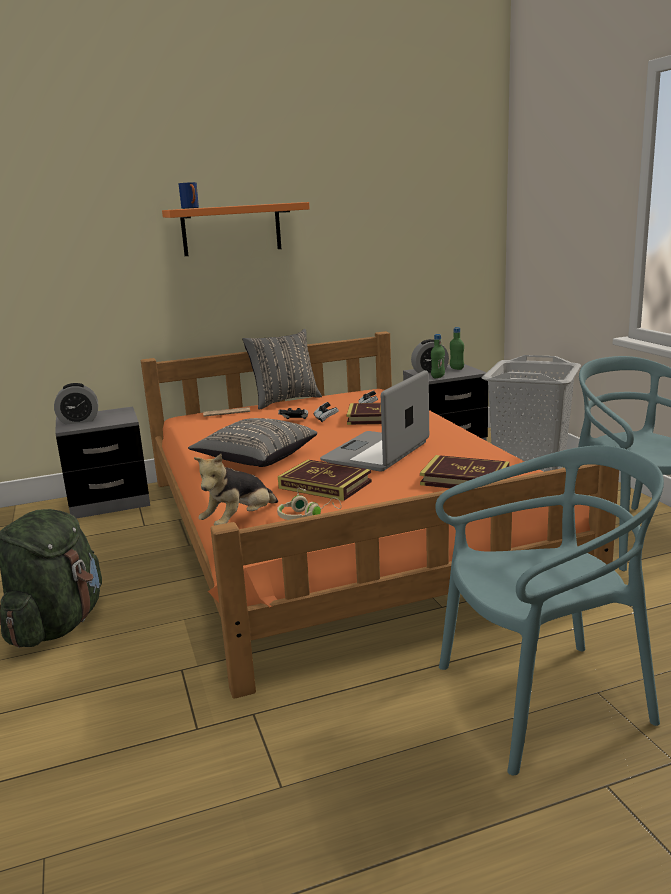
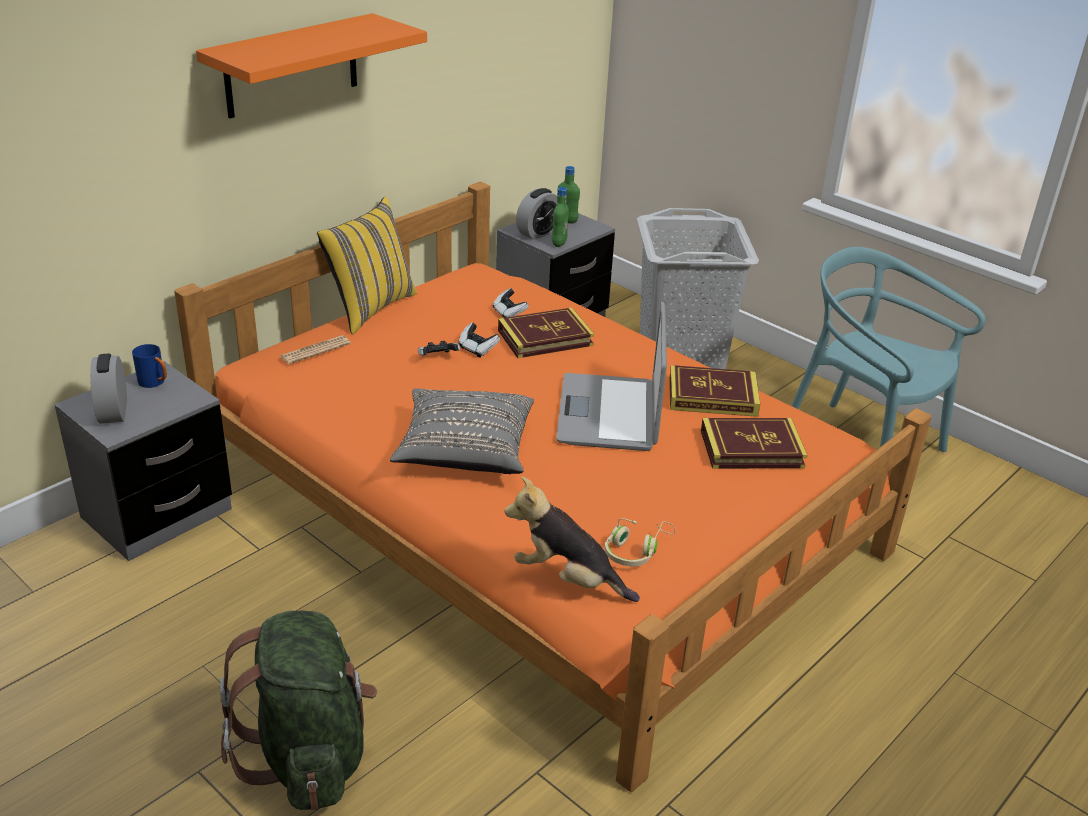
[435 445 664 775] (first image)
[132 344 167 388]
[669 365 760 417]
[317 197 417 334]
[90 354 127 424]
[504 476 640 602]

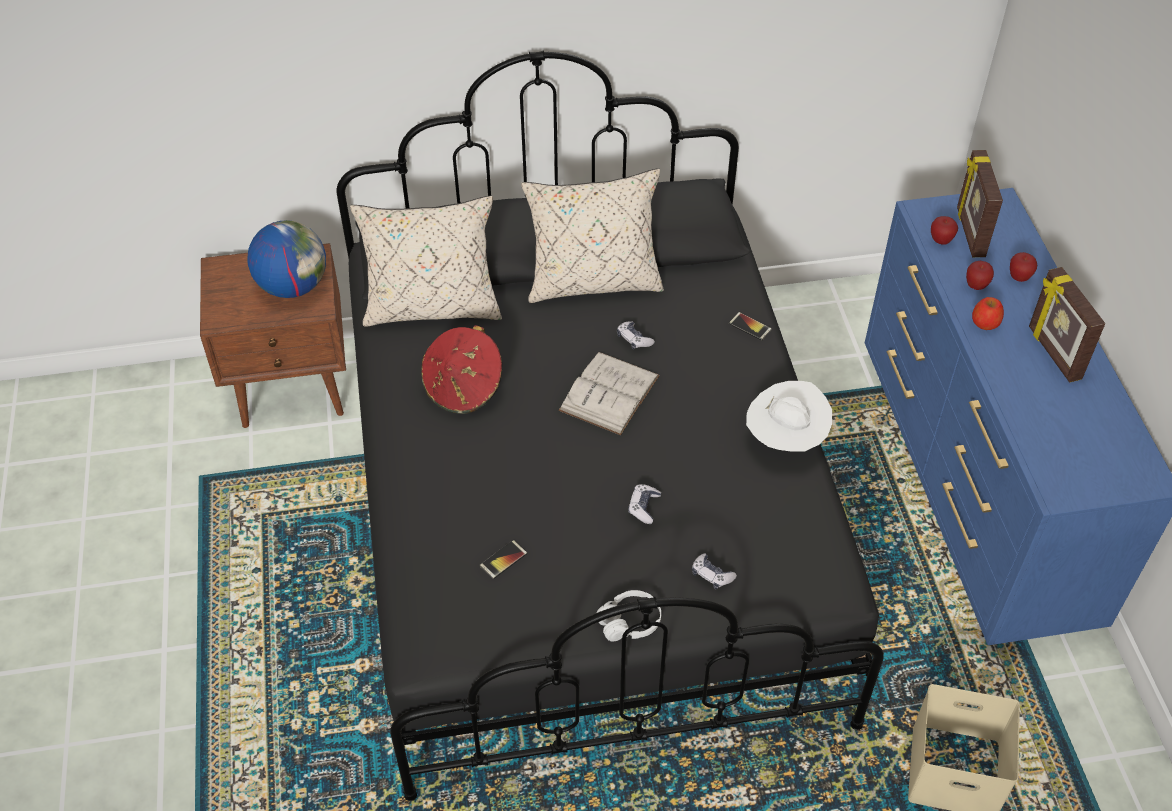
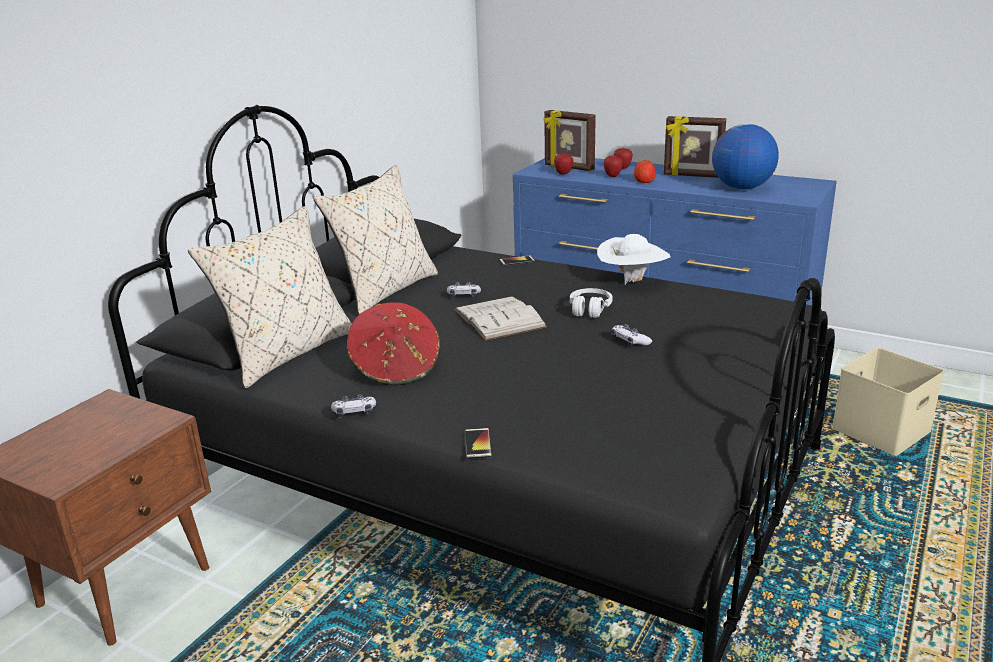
[712 124 779 189]
[465 428 492 459]
[570 288 612 318]
[331 394 376 418]

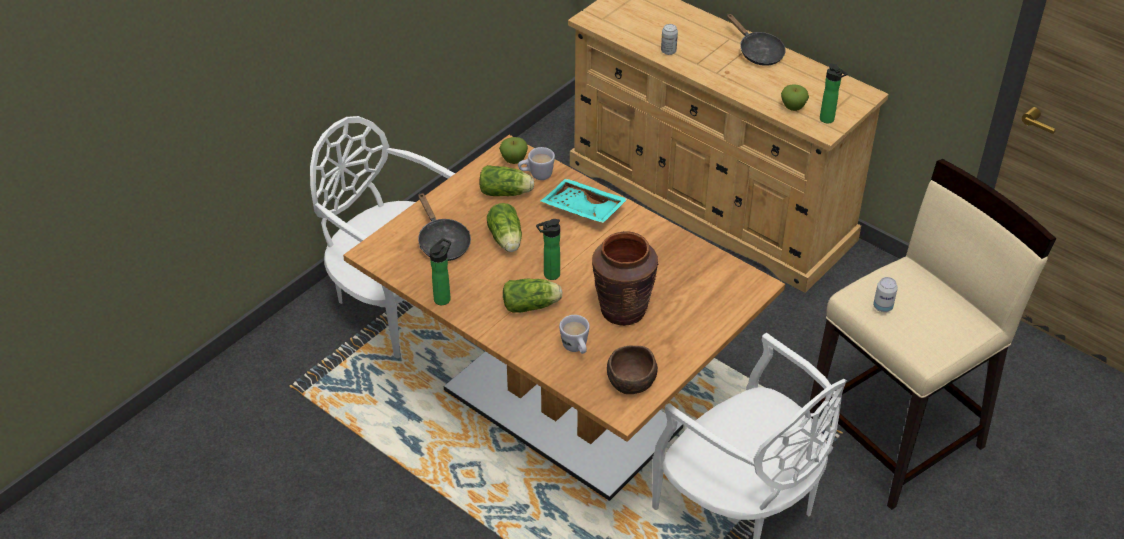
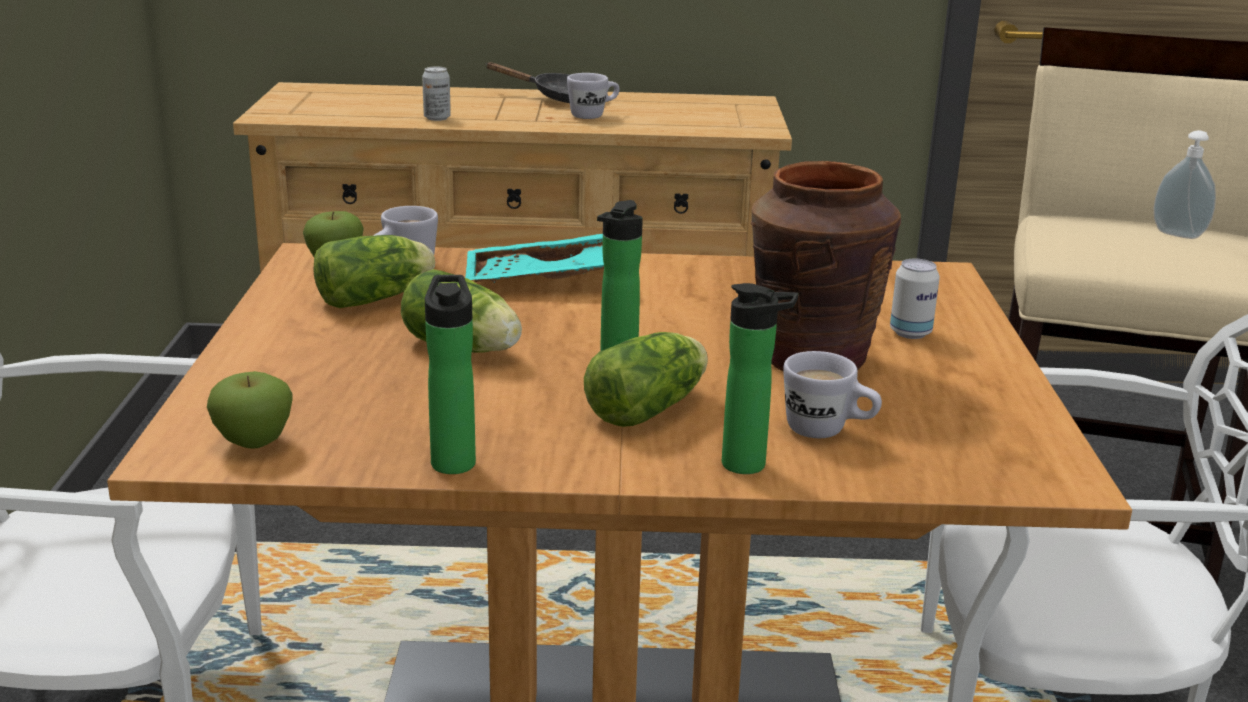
[418 193 471 261] (first image)
[607 346 658 394] (first image)
[567 73 619 119]
[1154 130 1216 239]
[207 371 292 449]
[722 283 798 474]
[890 259 940 339]

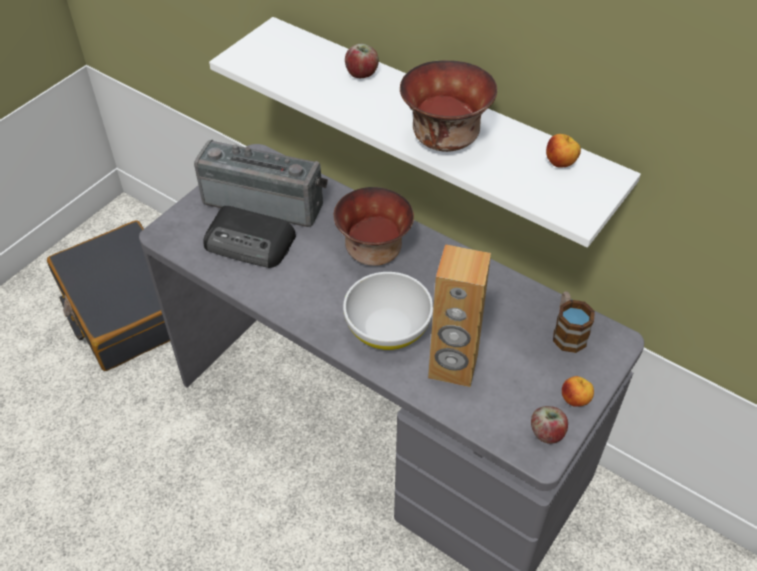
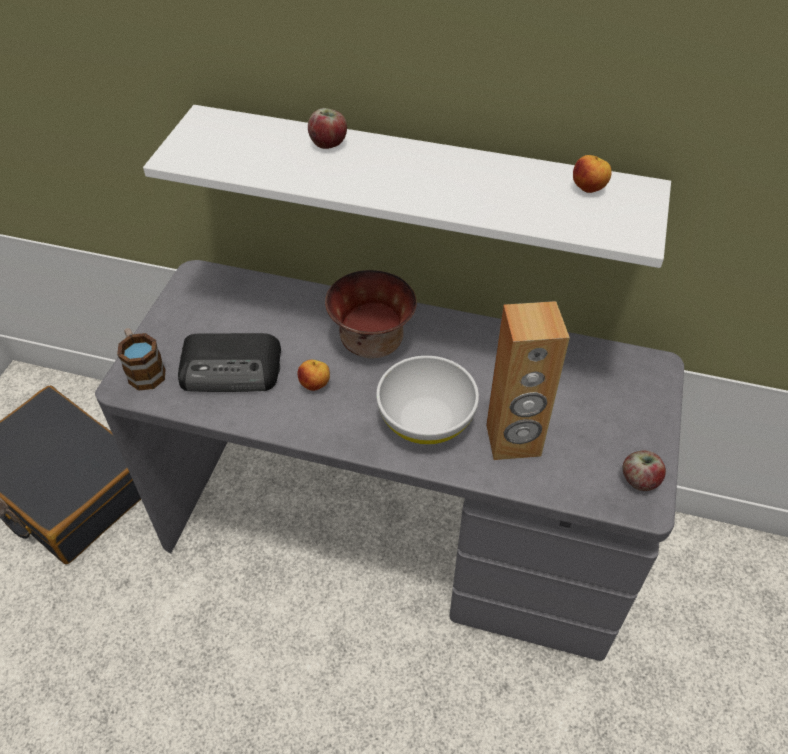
[194 140 328 227] (first image)
[400 60 497 152] (first image)
[117 328 165 391]
[297 360 330 391]

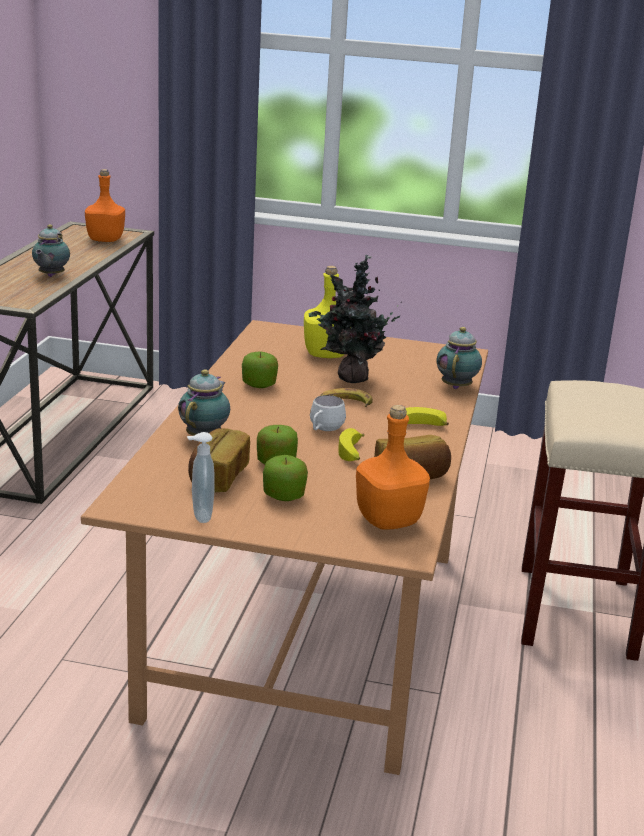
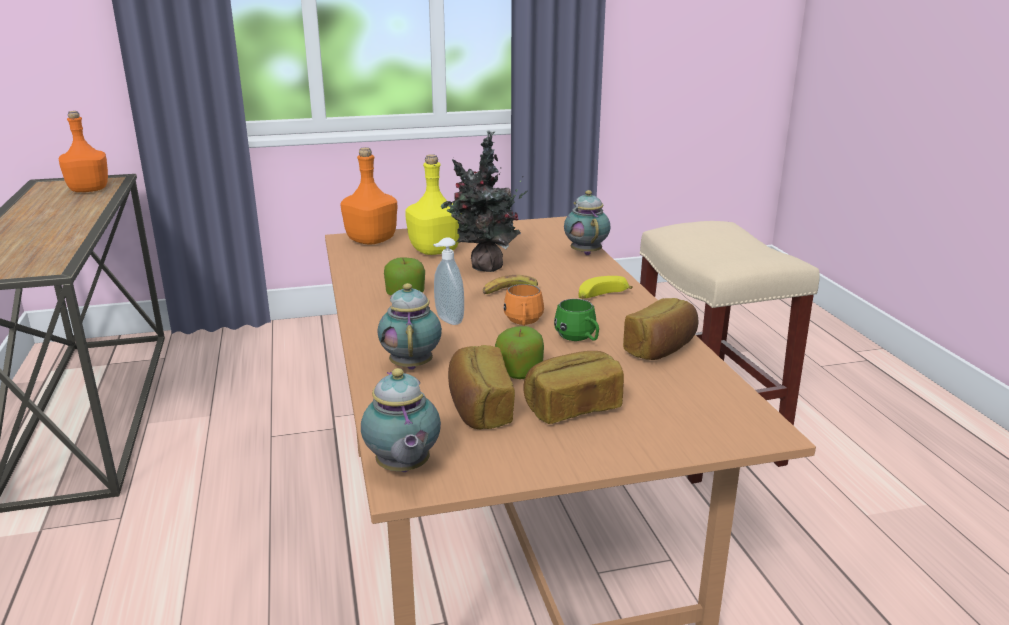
[361 368 441 472]
[433 237 464 325]
[340 147 397 245]
[523 351 624 424]
[554 299 599 341]
[503 284 544 326]

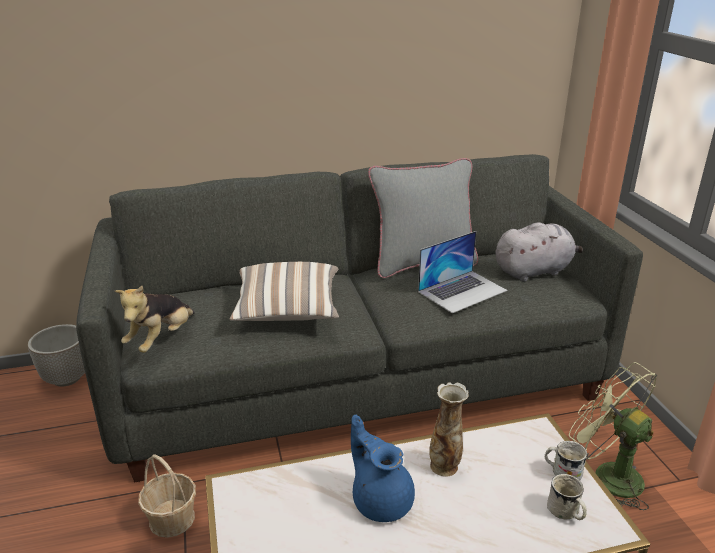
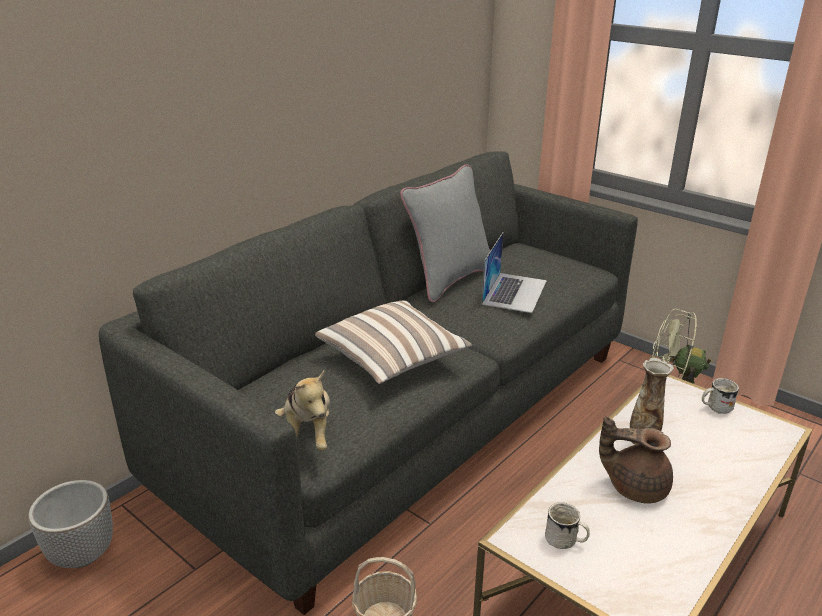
[495 222 583 282] (first image)
[545 502 590 549]
[599 416 673 504]

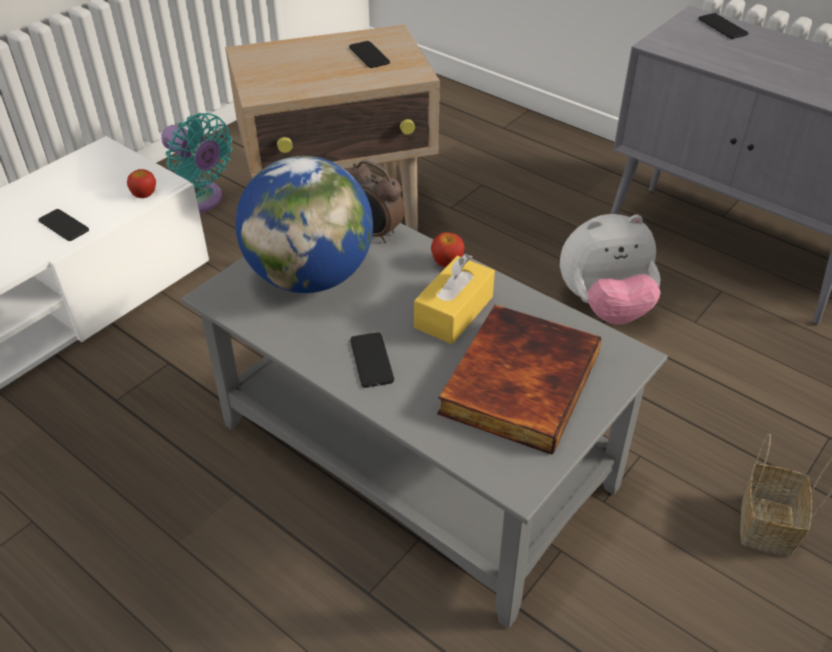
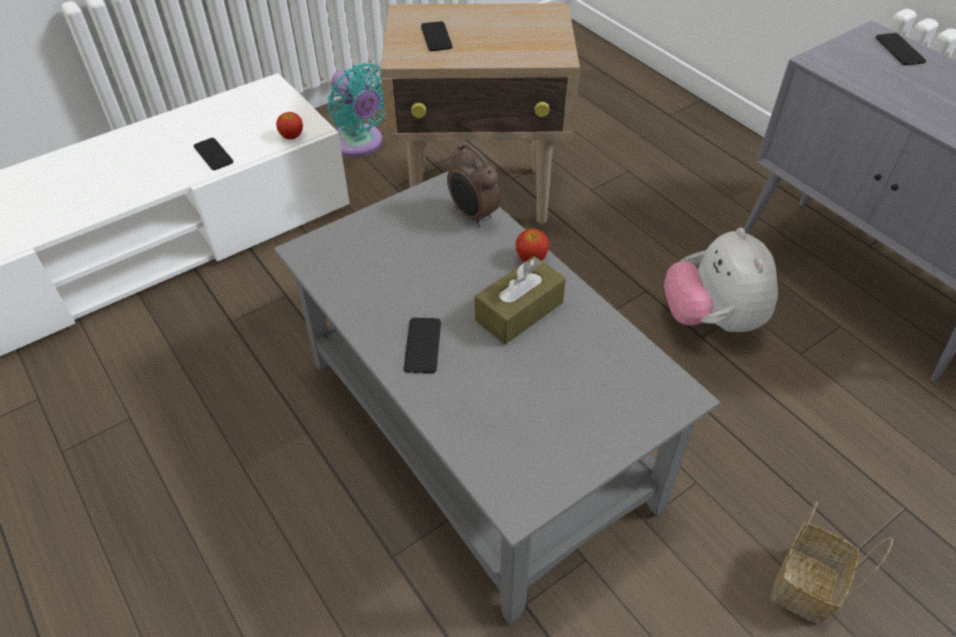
[235 156 373 293] (first image)
[437 305 602 455] (first image)
[421 21 452 51]
[475 256 566 345]
[664 228 778 332]

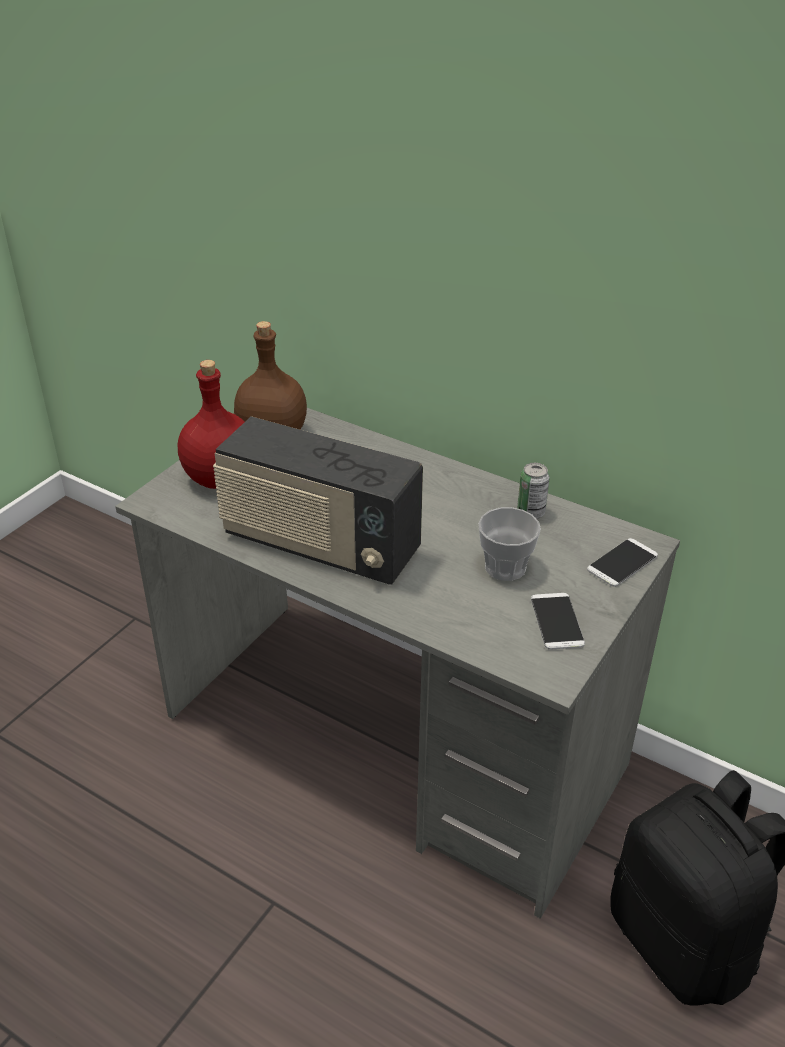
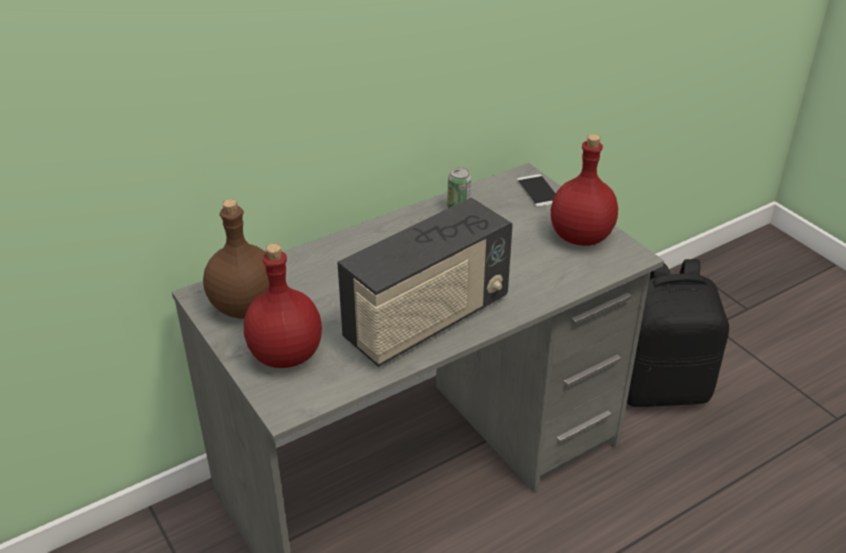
[478 507 541 581] (first image)
[551 134 618 246]

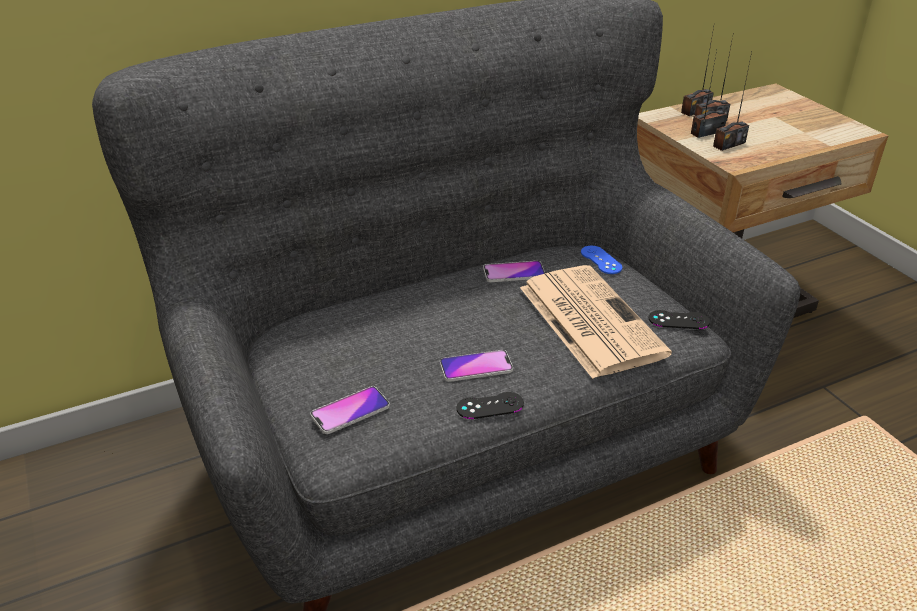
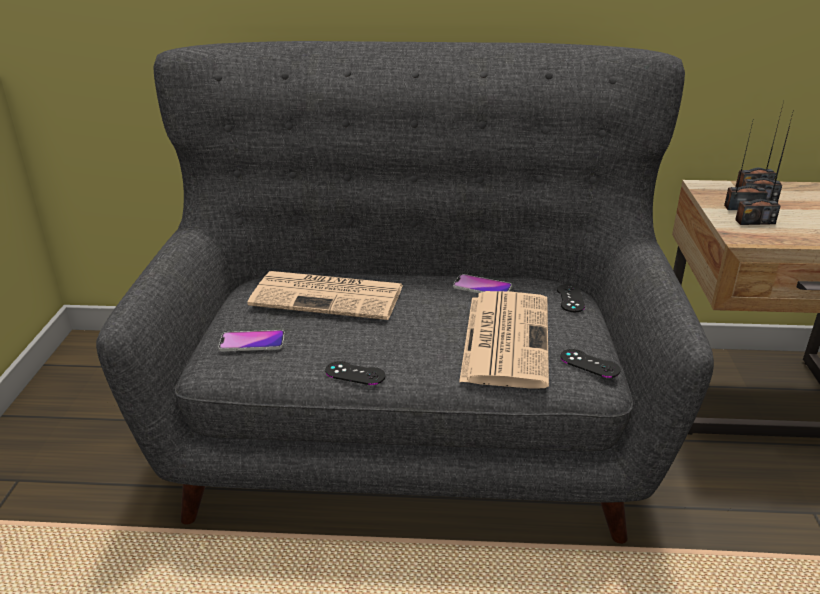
[440 350 513 382] (first image)
[247 271 403 320]
[557 284 585 312]

